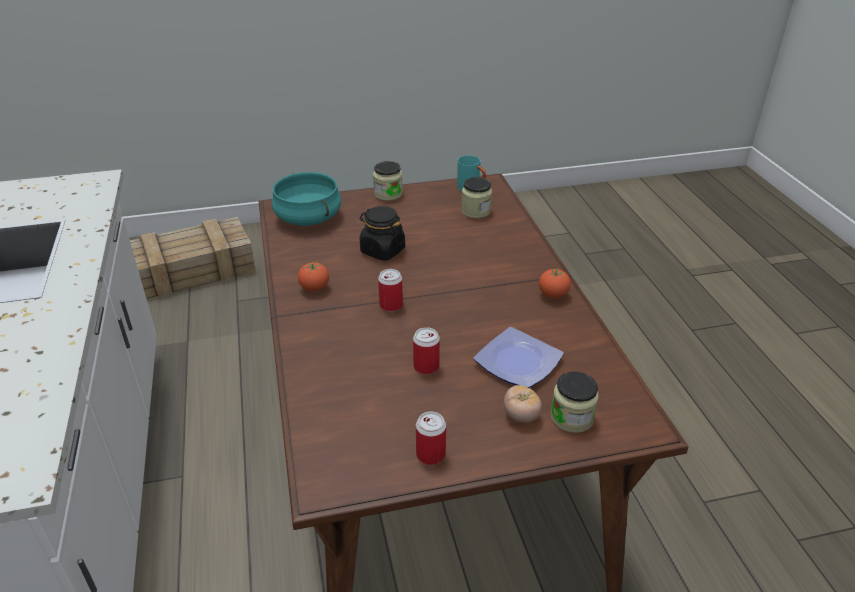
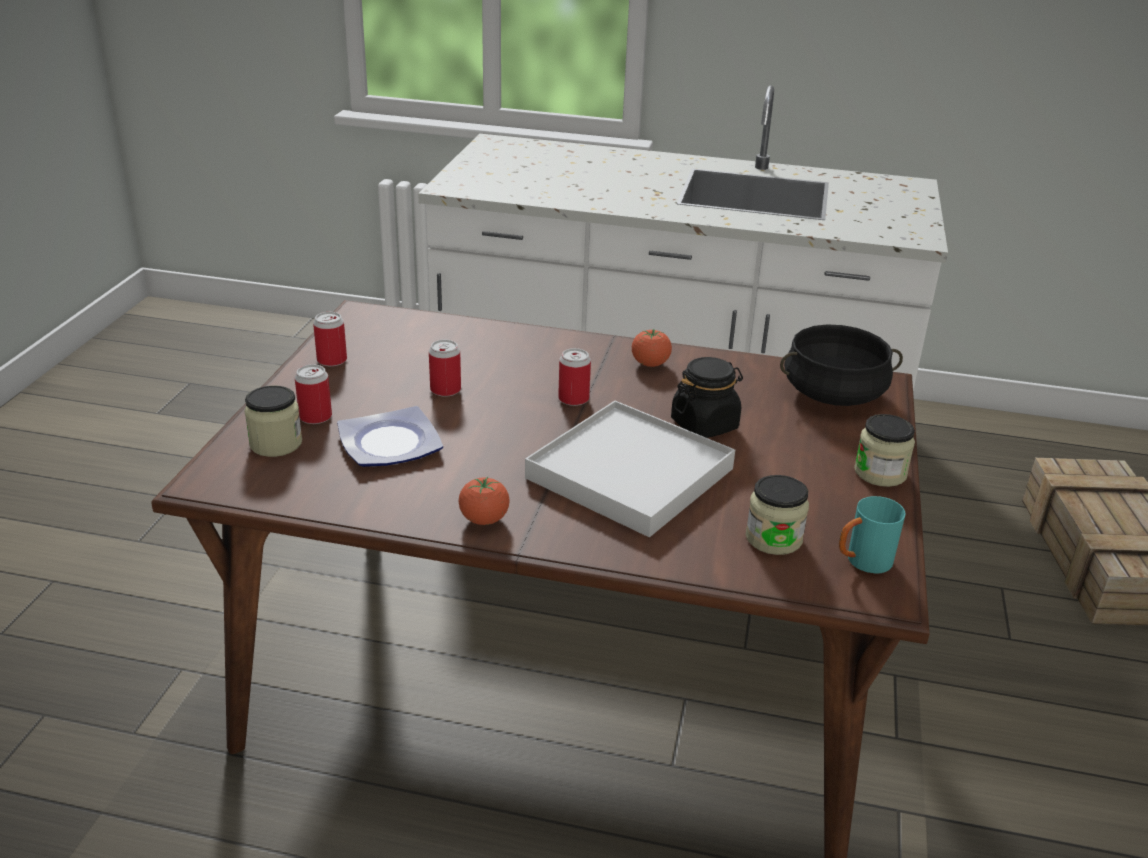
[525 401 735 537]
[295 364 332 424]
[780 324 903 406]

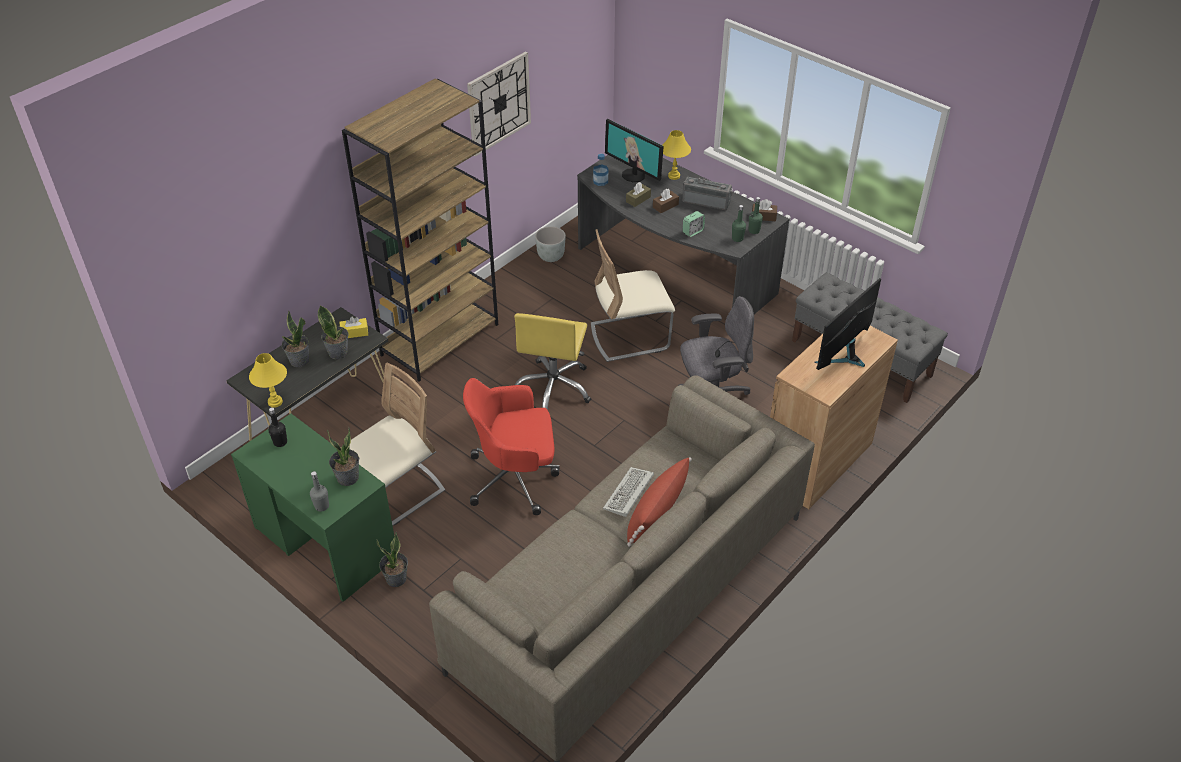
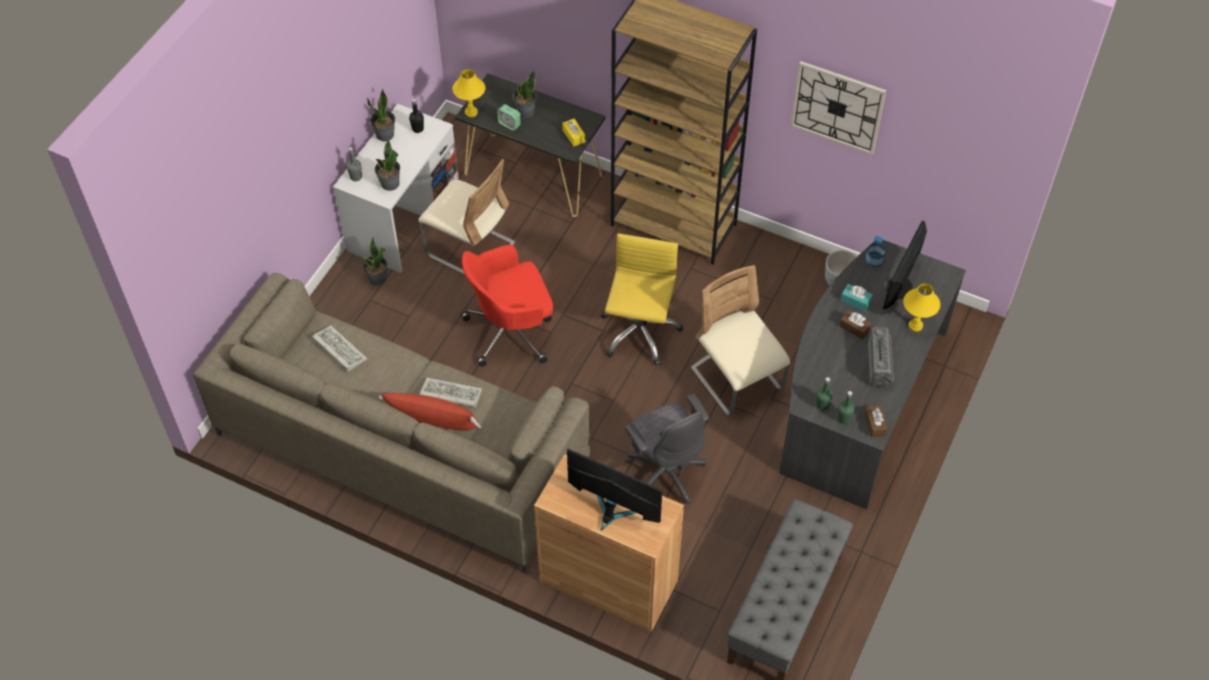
[312 326 367 371]
[367 89 395 142]
[497 104 521 131]
[333 104 459 273]
[841 284 873 311]
[461 245 553 367]
[601 233 683 366]

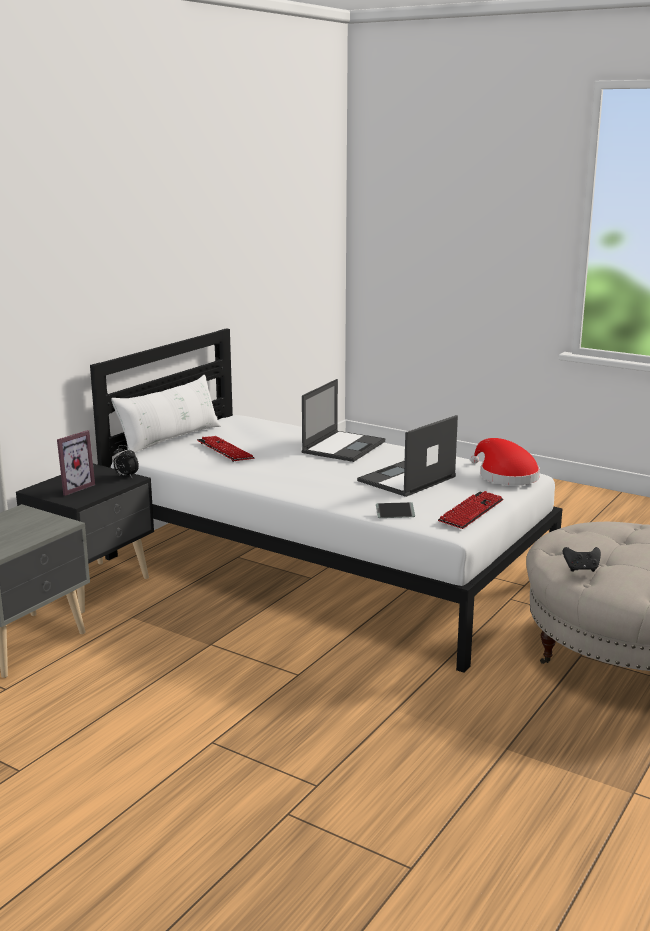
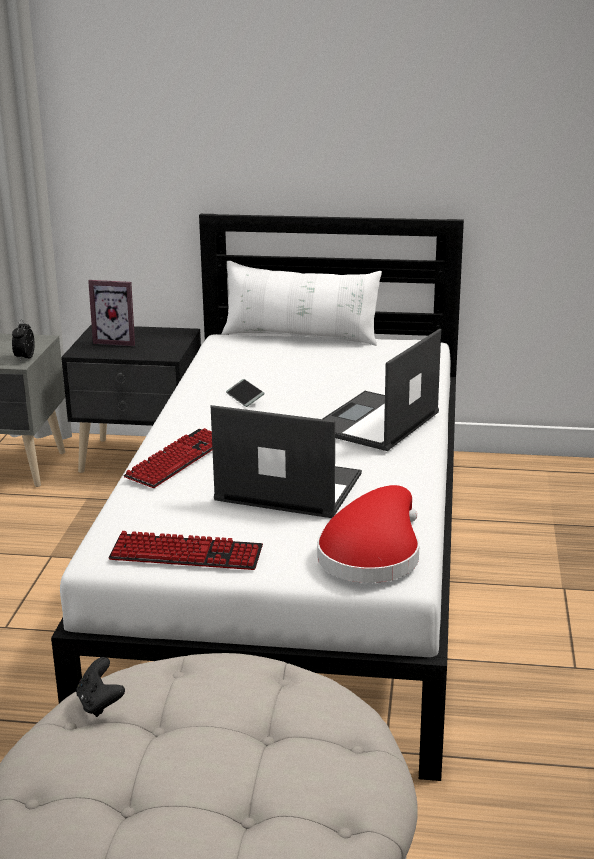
[12 319 35 362]
[124 428 212 488]
[226 379 265 407]
[322 329 441 451]

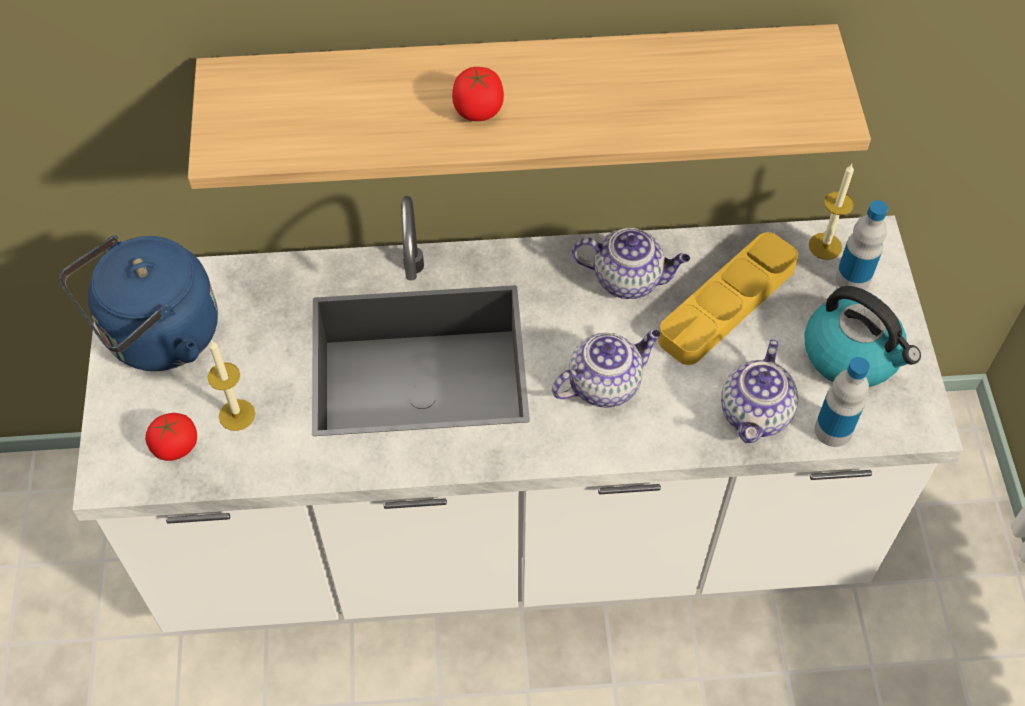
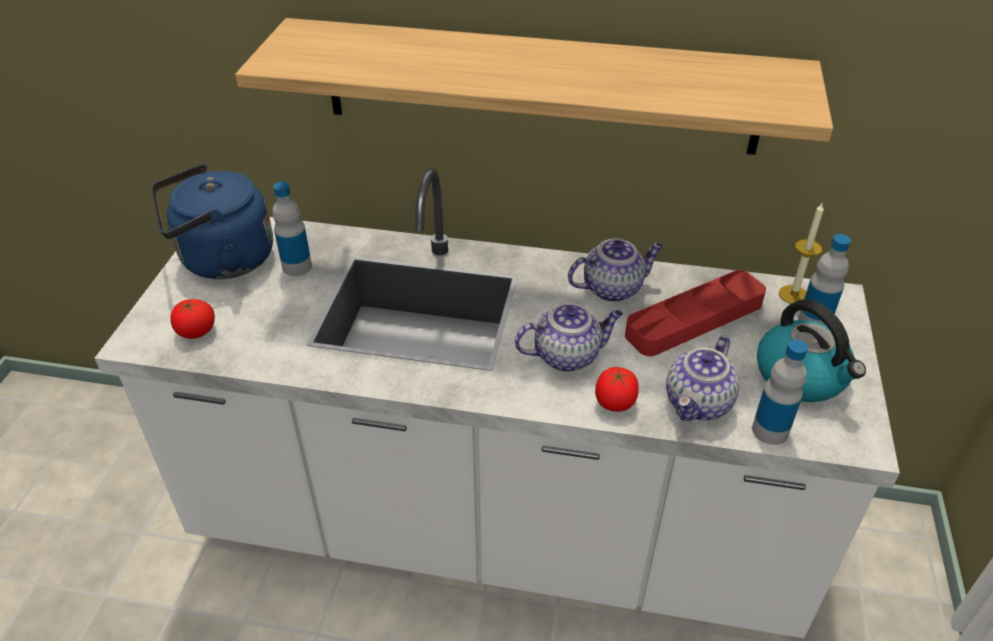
[207 340 255 431] (first image)
[272 181 312 276]
[595 367 639 412]
[625 270 766 356]
[568 239 663 302]

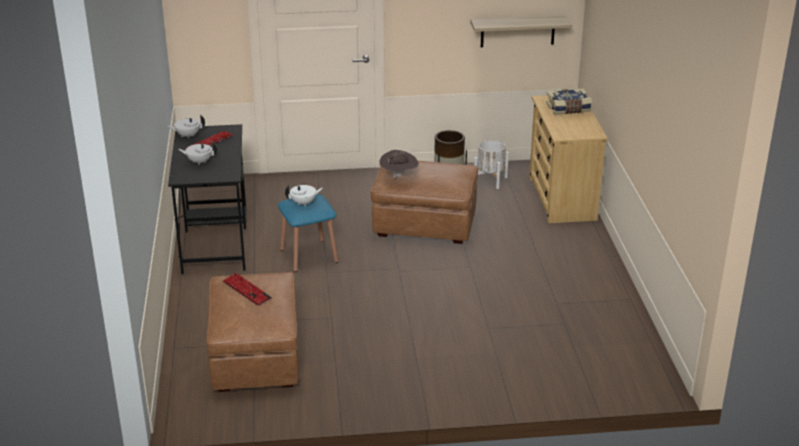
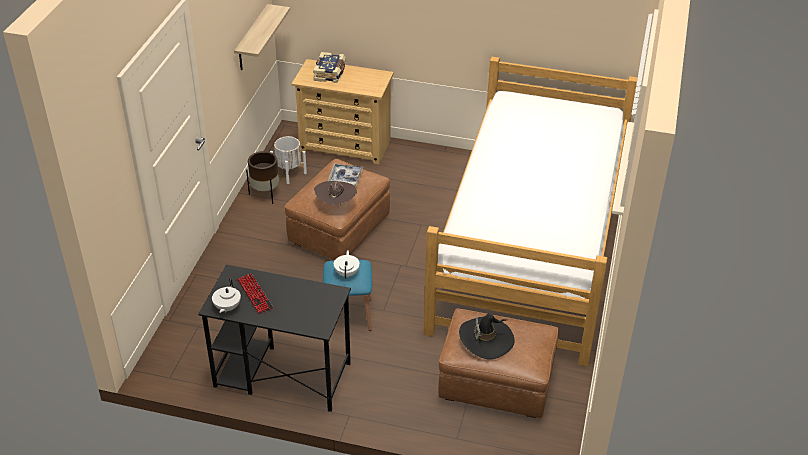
[178 142 217 165] (first image)
[328 164 363 187]
[424 57 638 366]
[459 313 515 360]

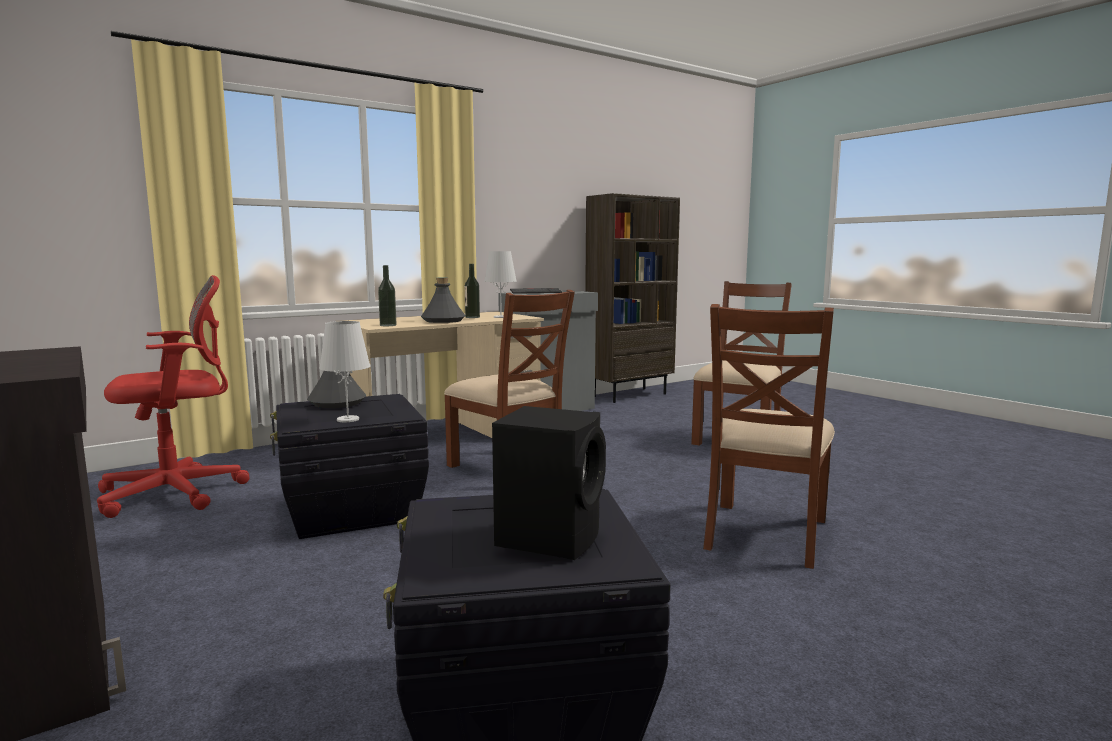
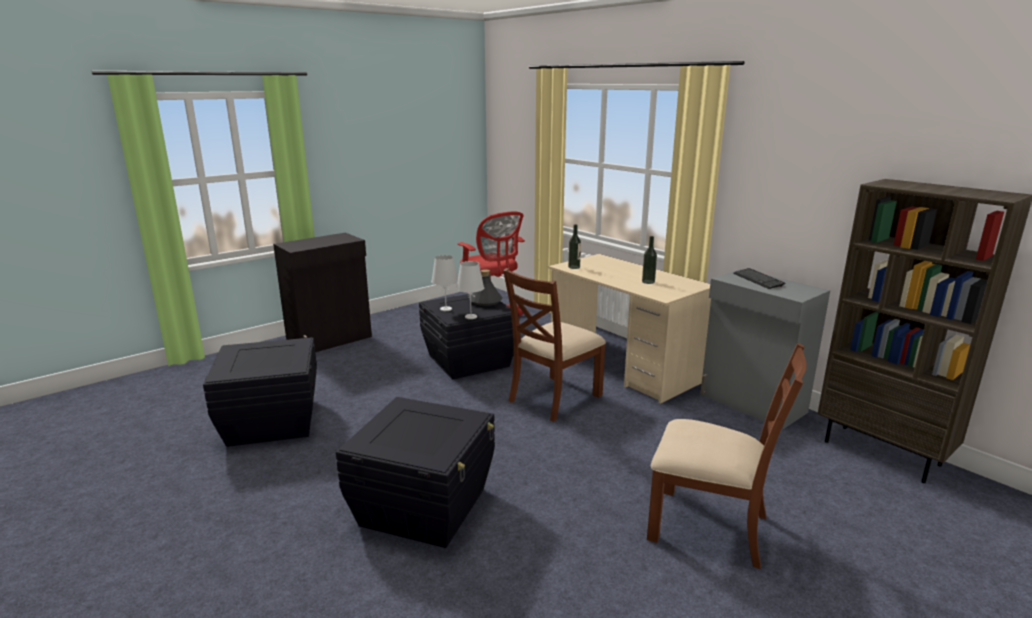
[421 278 465 323] (first image)
[492 406 606 560] (first image)
[456 261 484 319]
[335 397 495 548]

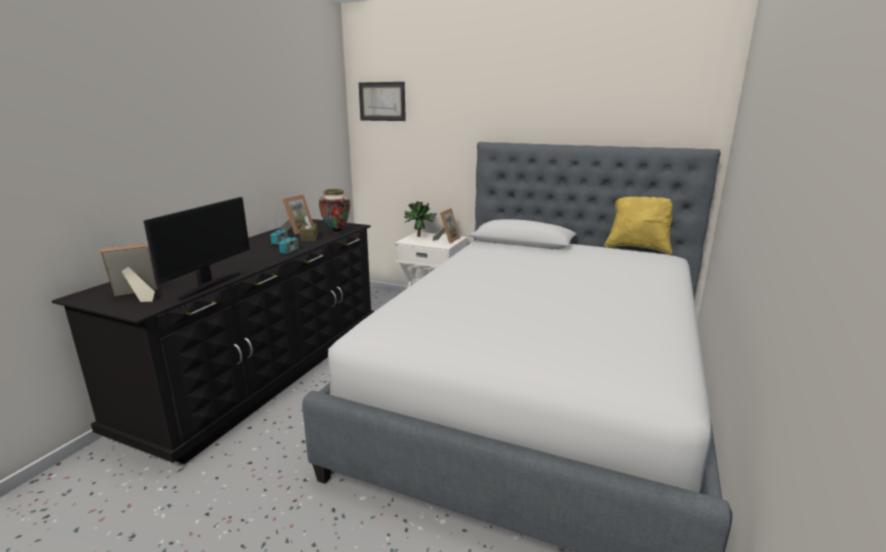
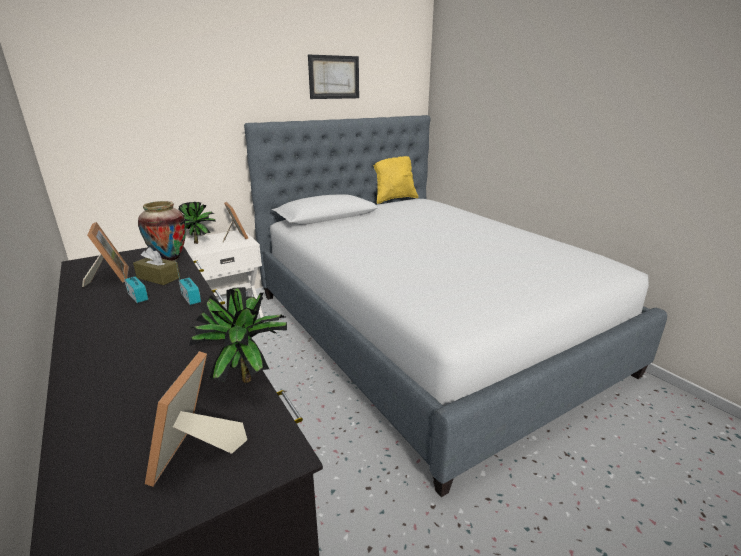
[308 55 359 99]
[189 287 287 383]

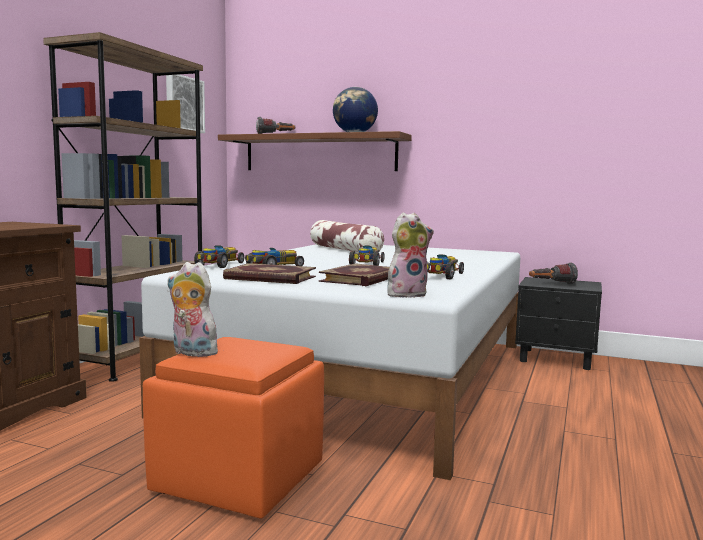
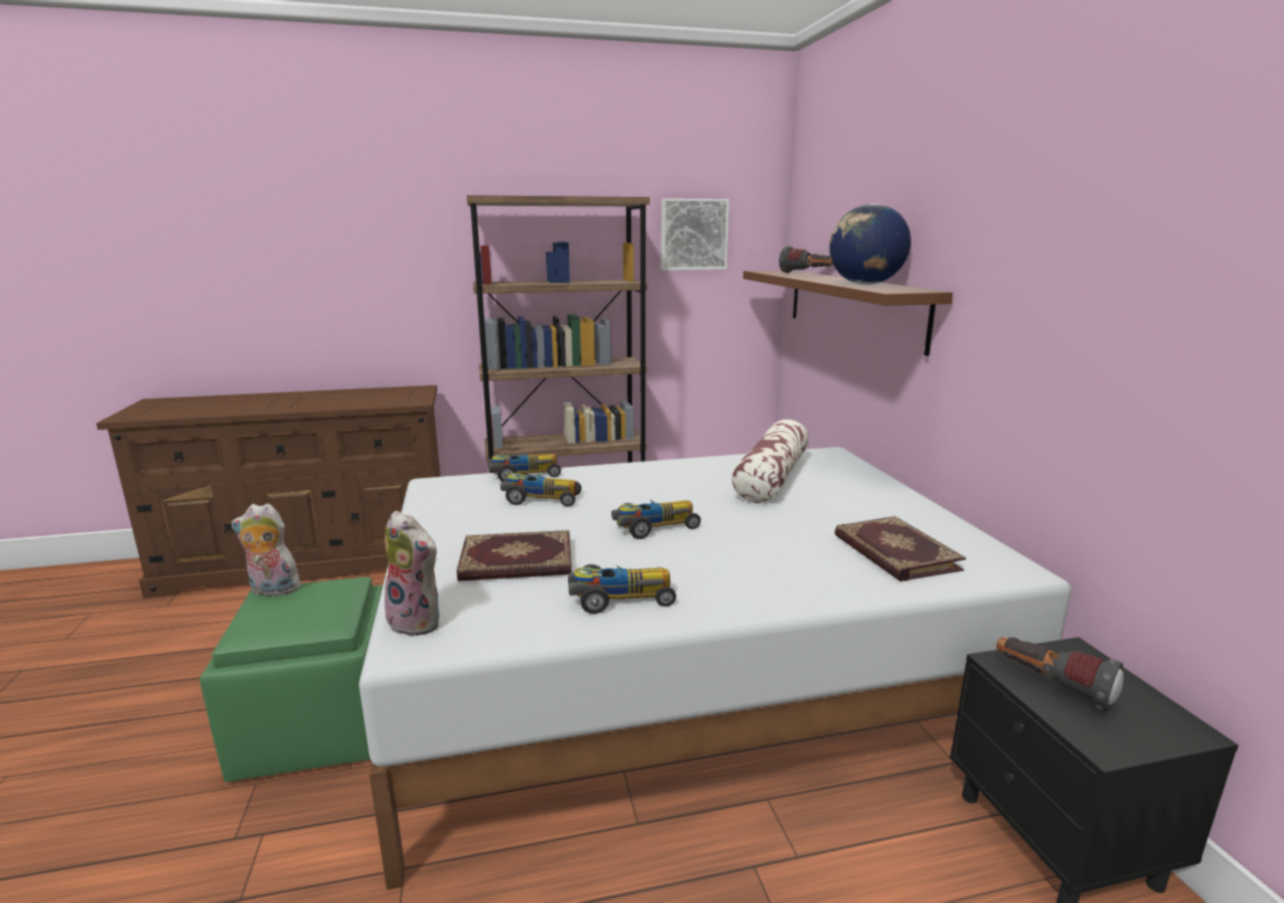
[835 516 966 582]
[200 577 383 782]
[231 503 303 596]

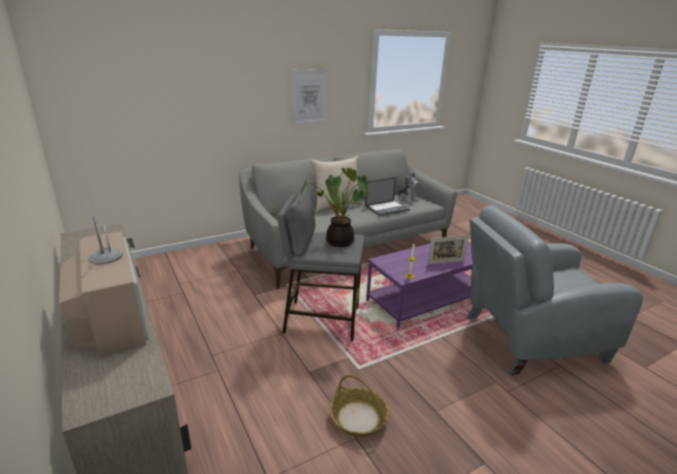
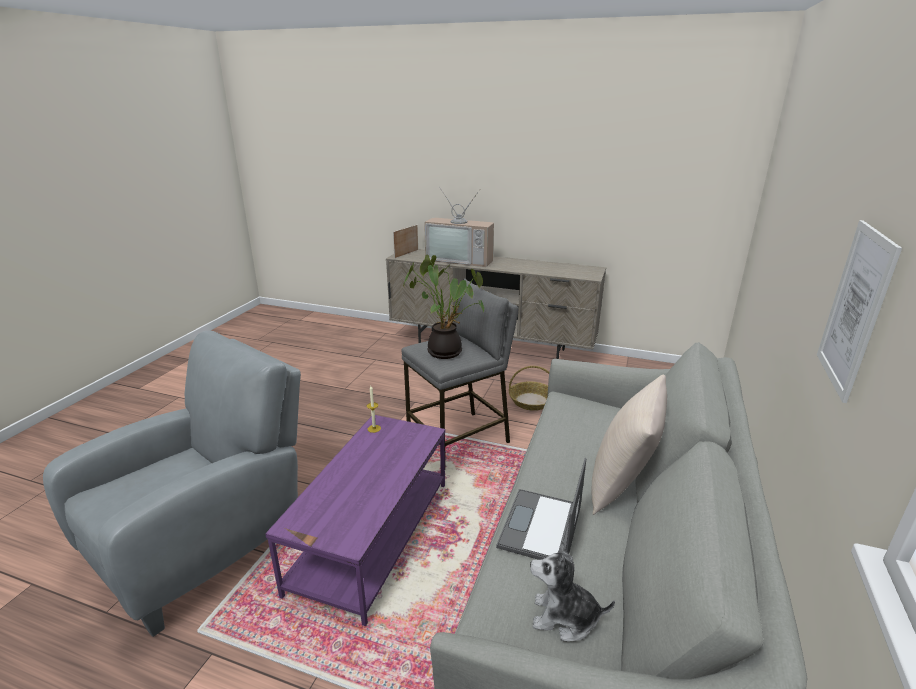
[509 366 549 411]
[393 225 418 258]

